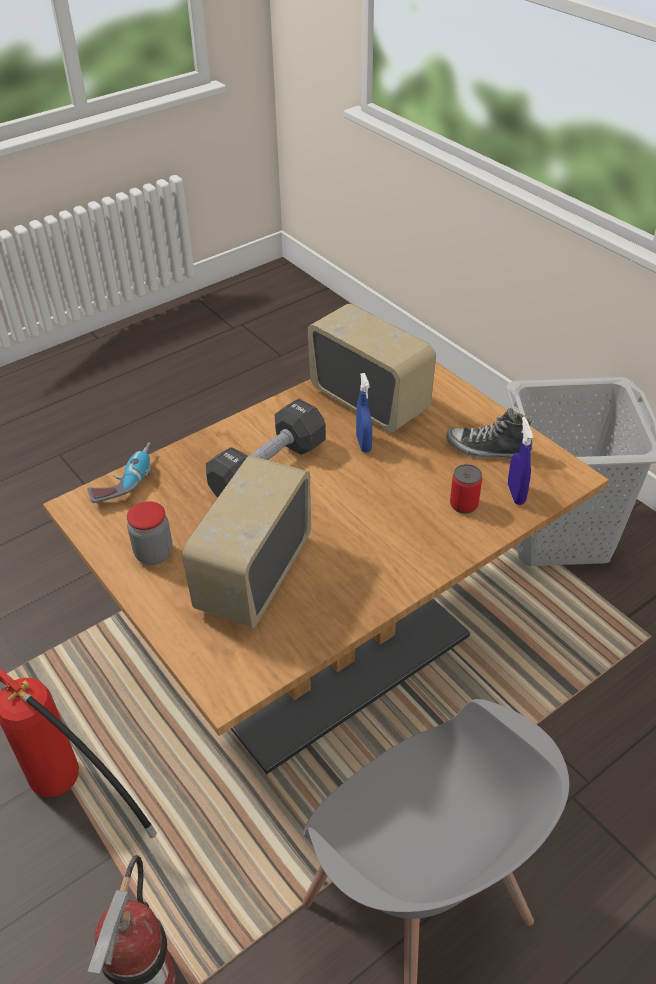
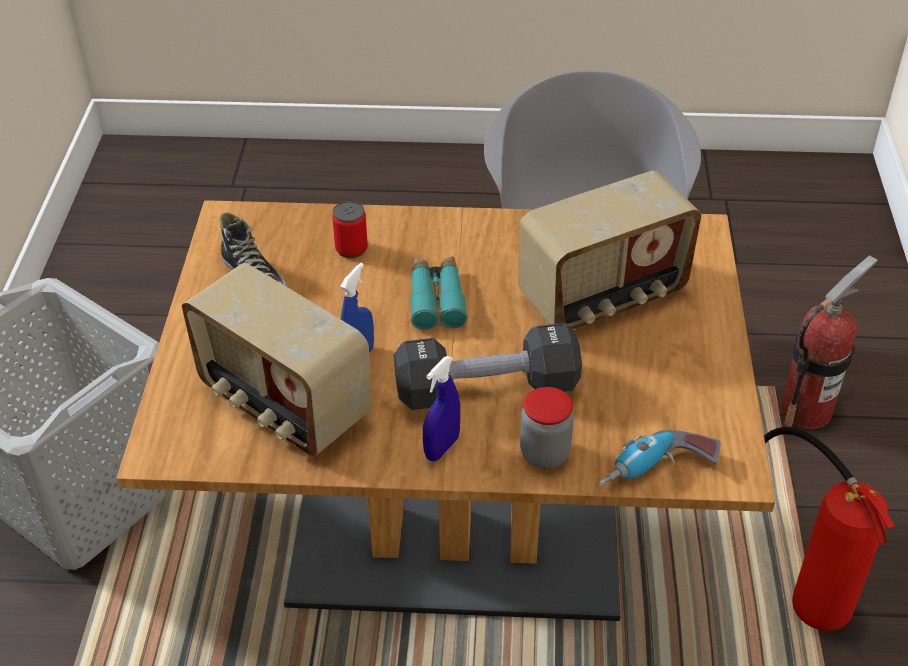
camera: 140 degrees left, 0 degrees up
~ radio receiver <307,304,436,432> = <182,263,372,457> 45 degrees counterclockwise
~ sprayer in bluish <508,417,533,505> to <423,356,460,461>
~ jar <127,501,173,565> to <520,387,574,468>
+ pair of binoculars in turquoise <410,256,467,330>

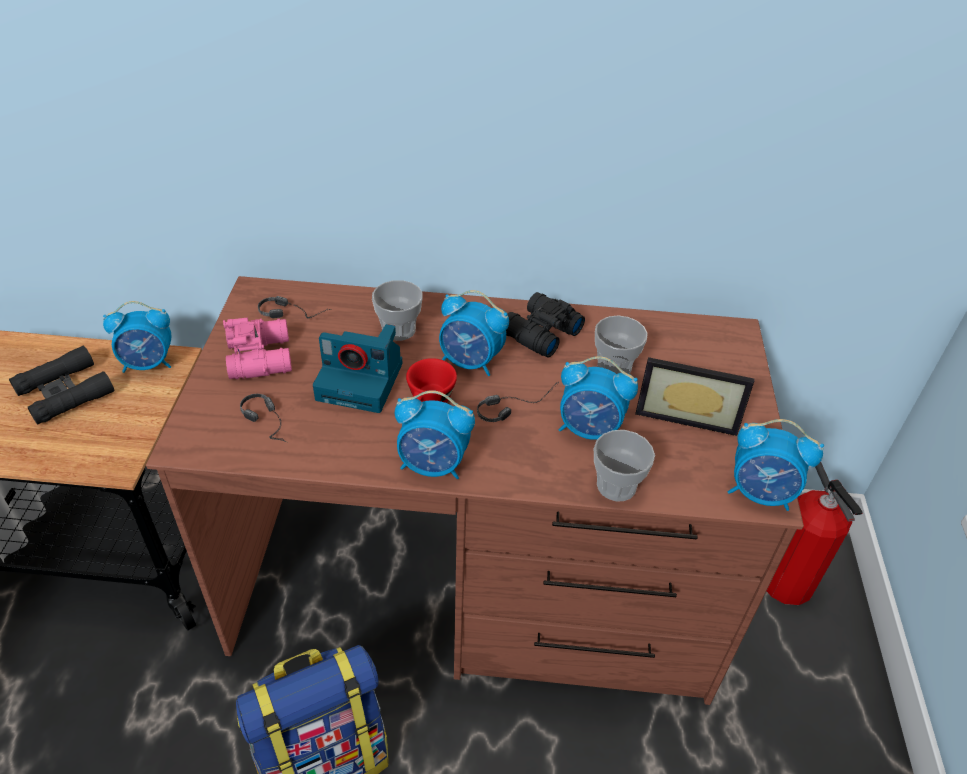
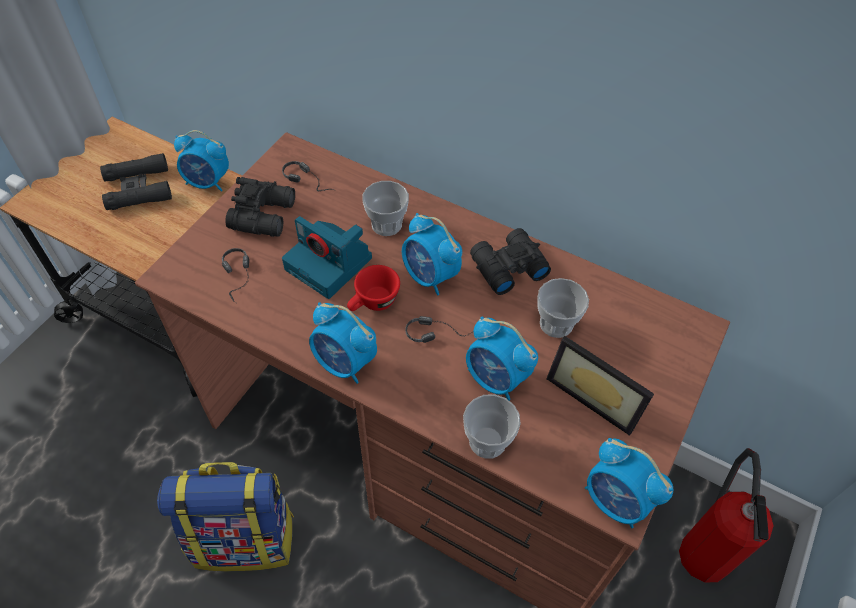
camera: 25 degrees right, 10 degrees up
~ pair of binoculars in pink <223,318,292,379> to pair of binoculars in blackish <225,177,295,237>

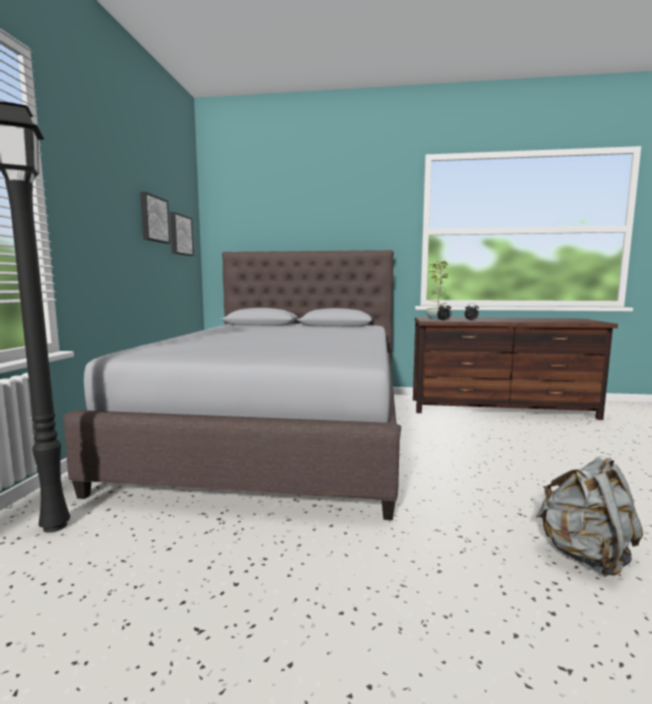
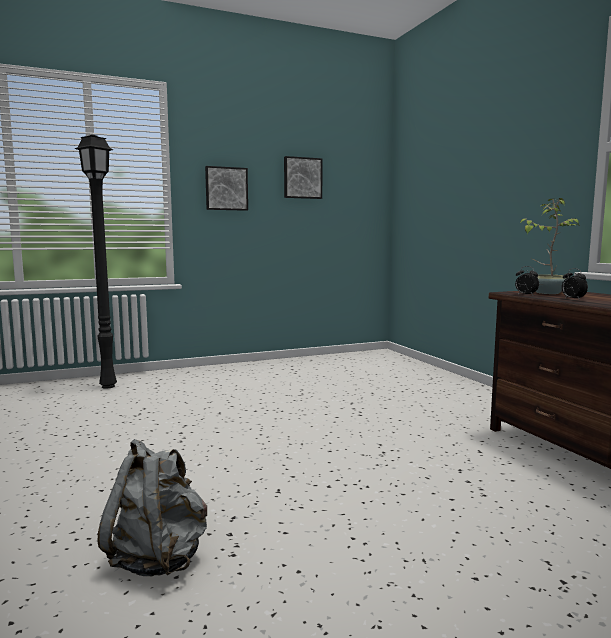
camera: 60 degrees right, 0 degrees up
~ wall art <170,212,194,256> to <205,166,248,211>
- bedroom bed in gray <63,250,401,520>

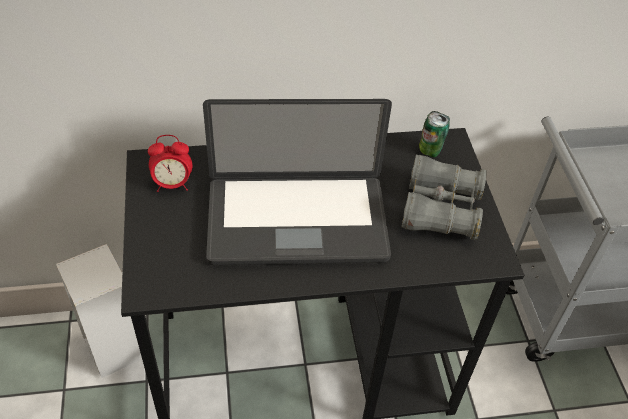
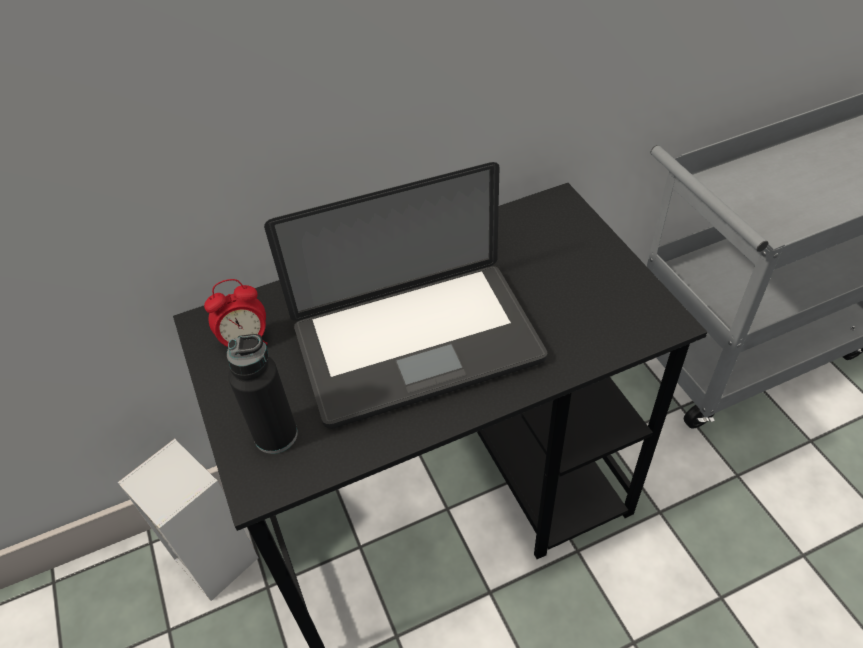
camera: 10 degrees left, 0 degrees up
- metal can <419,111,450,158>
- pair of binoculars in gray <402,154,487,240>
+ drink bottle in blackish <227,334,298,454>

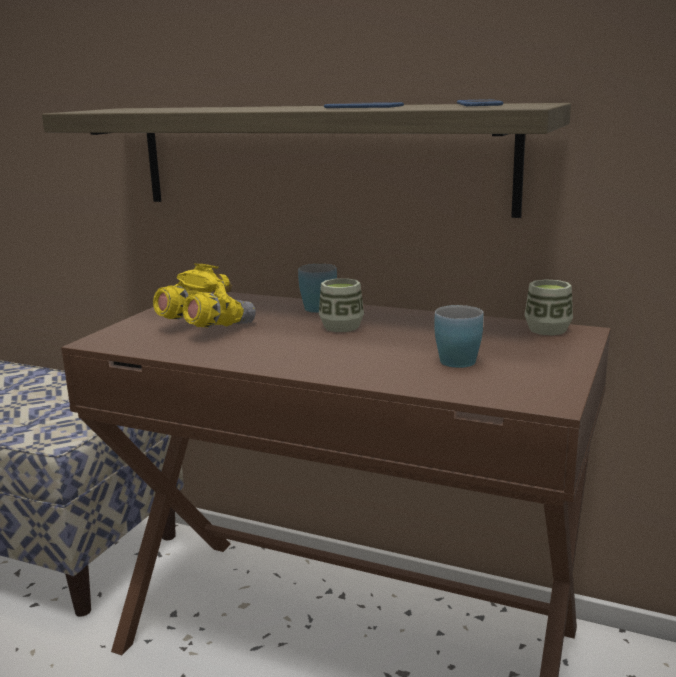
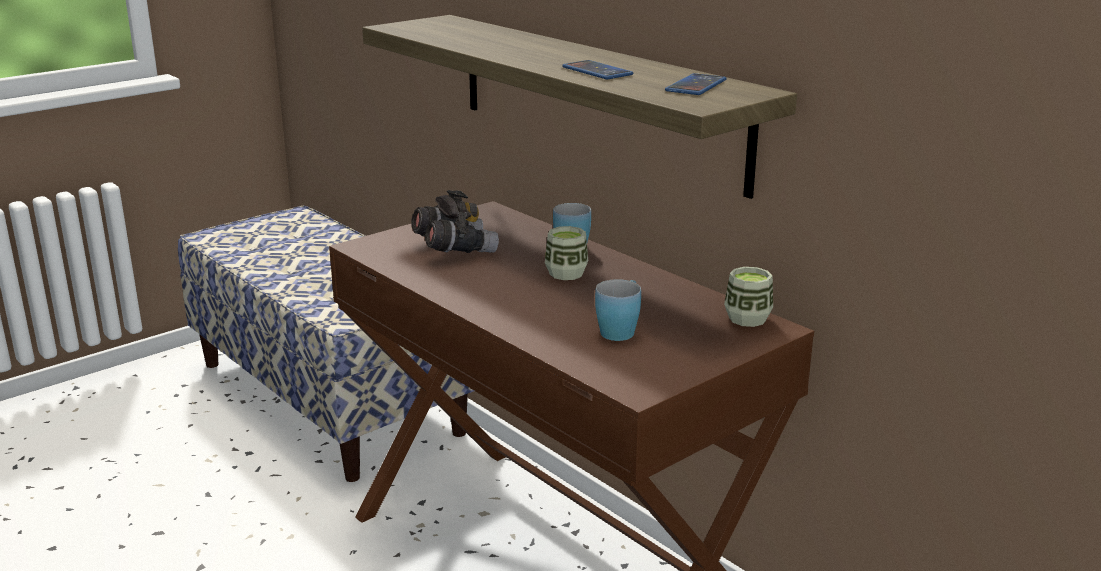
camera: 25 degrees right, 5 degrees up
~ pair of binoculars in yellow-coloured <153,263,256,328> to pair of binoculars in gray <411,190,499,253>

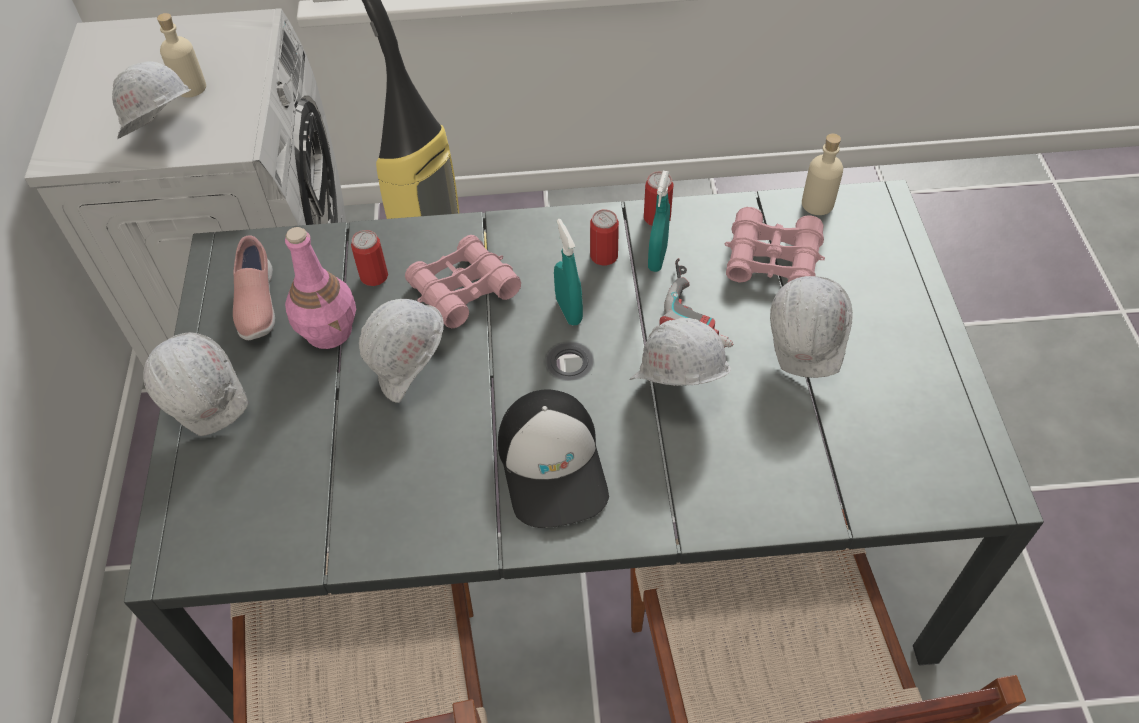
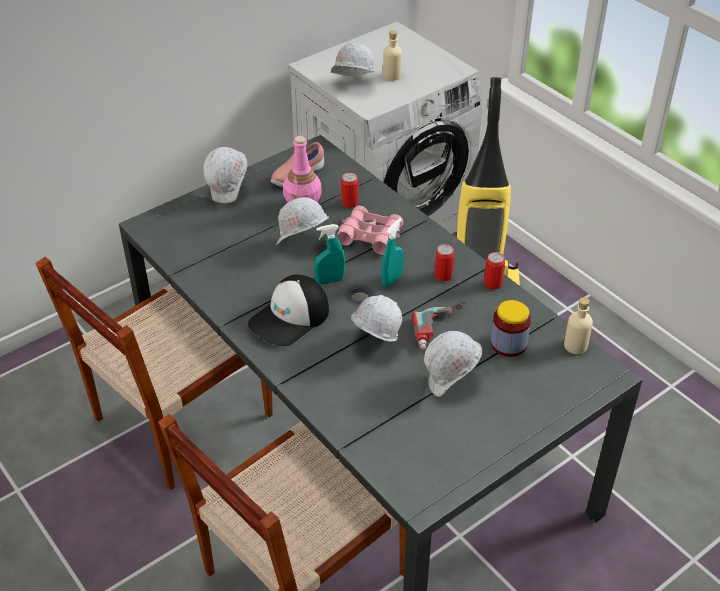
camera: 55 degrees right, 10 degrees down
~ sprayer in turquoise <648,171,670,272> to <314,224,345,285>
~ pair of binoculars in pink <725,207,825,283> to jar <491,300,531,357>

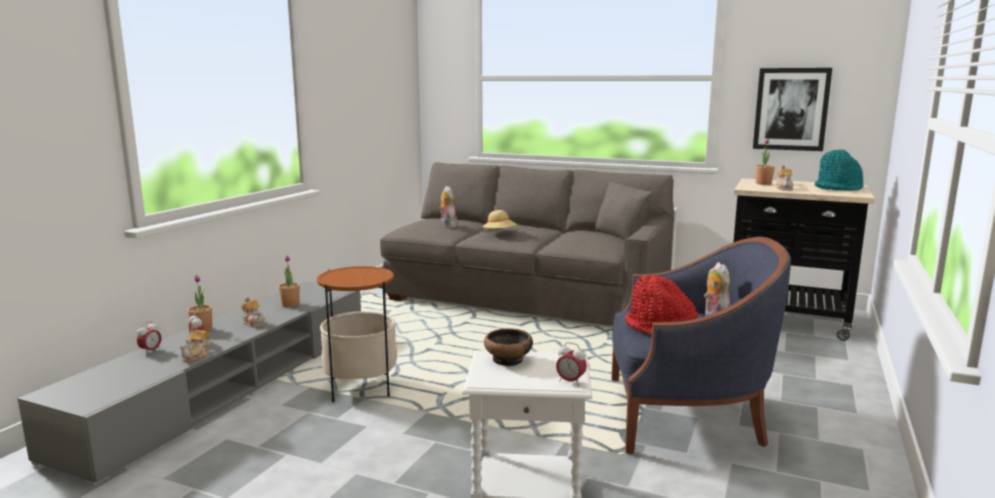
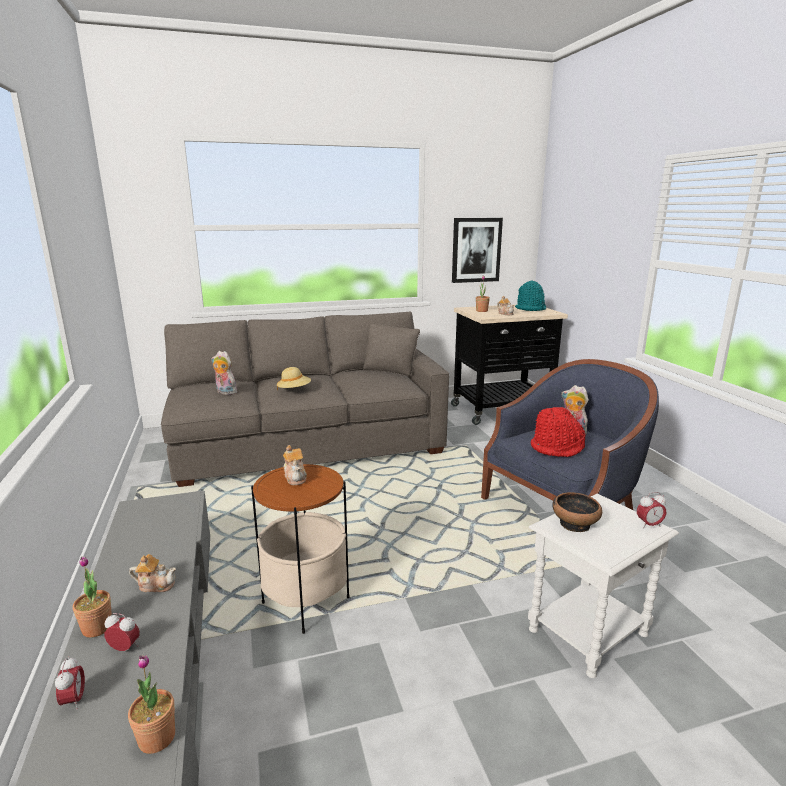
camera: 40 degrees left, 5 degrees up
~ houseplant <279,255,300,307> to <128,655,175,754>
~ teapot <179,325,211,362> to <283,445,307,485>

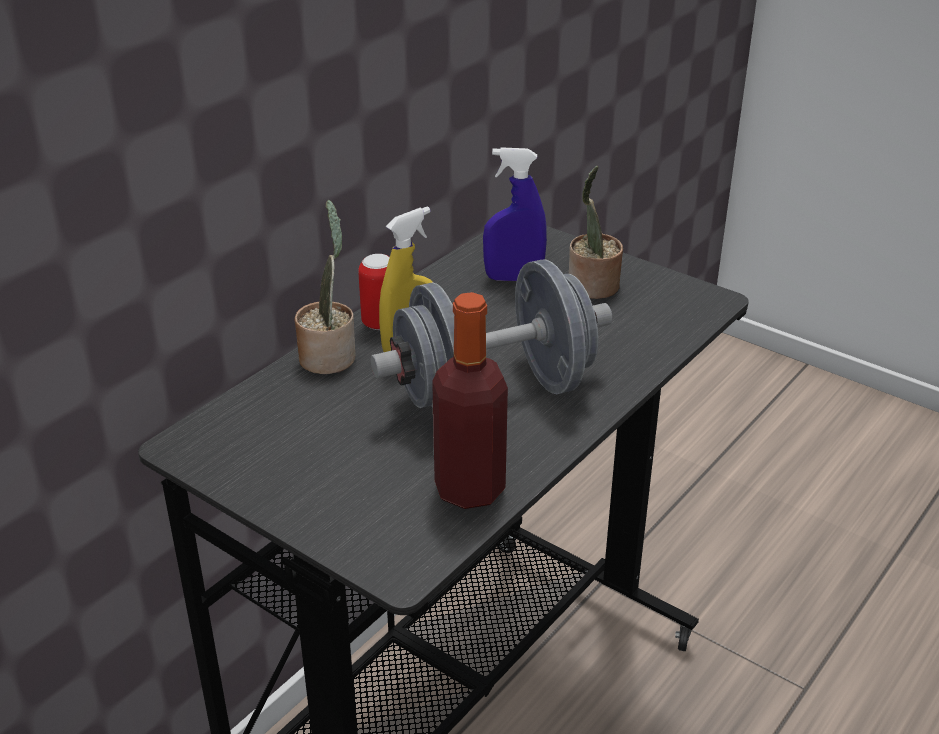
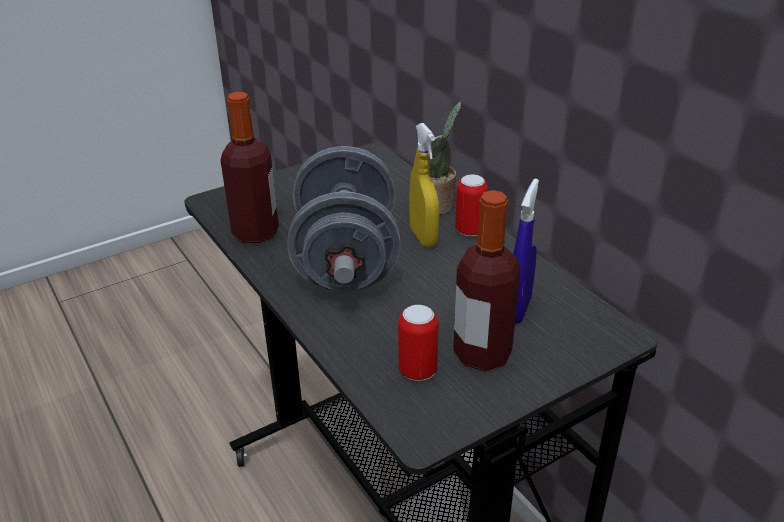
camera: 110 degrees right, 0 degrees up
~ houseplant <569,166,623,299> to drink bottle <453,190,521,371>
+ metal can <398,305,439,381>

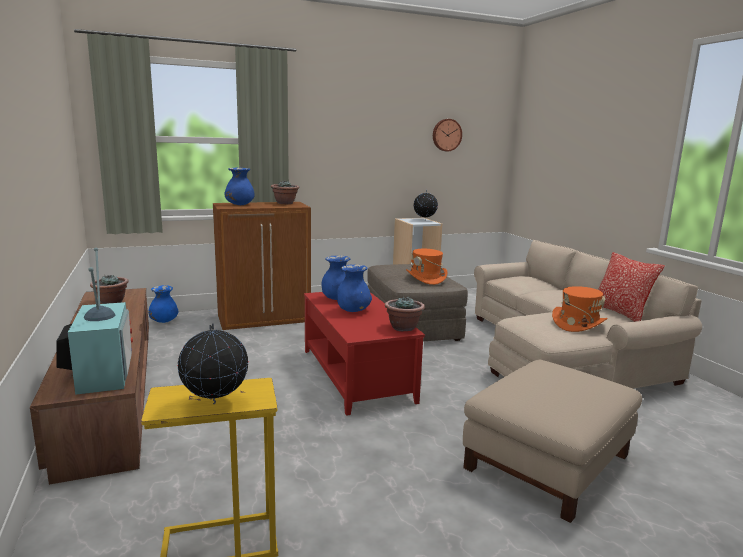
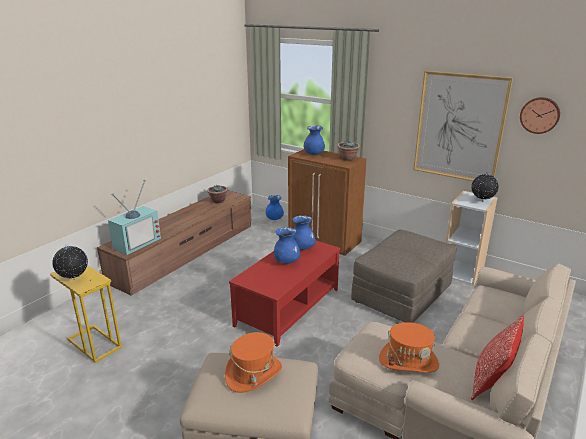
camera: 55 degrees right, 10 degrees up
~ wearable hat in orange-coloured <406,249,447,285> to <225,332,282,393>
- houseplant <385,296,425,332>
+ wall art <413,71,513,181>

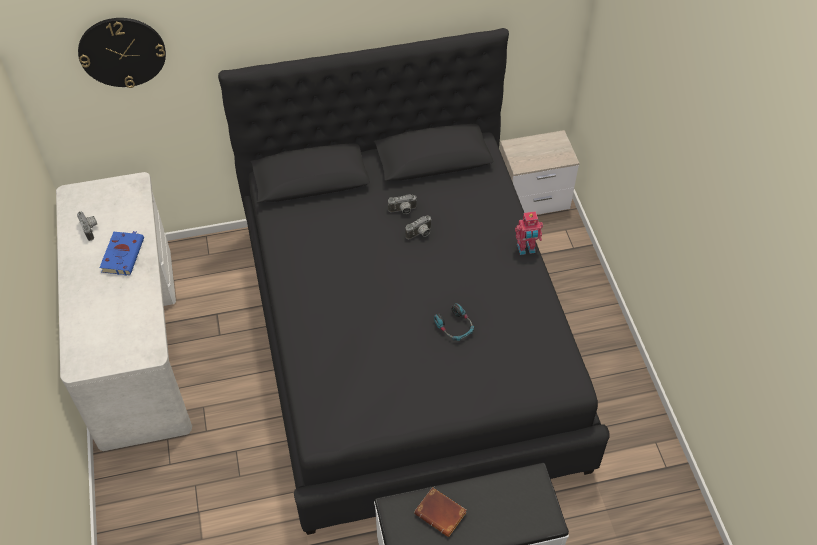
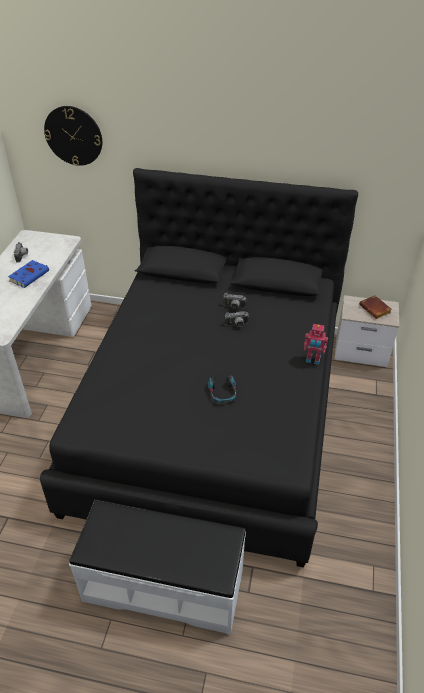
camera: 25 degrees right, 10 degrees down
~ book in brownish <414,487,467,537> to <359,295,391,319>

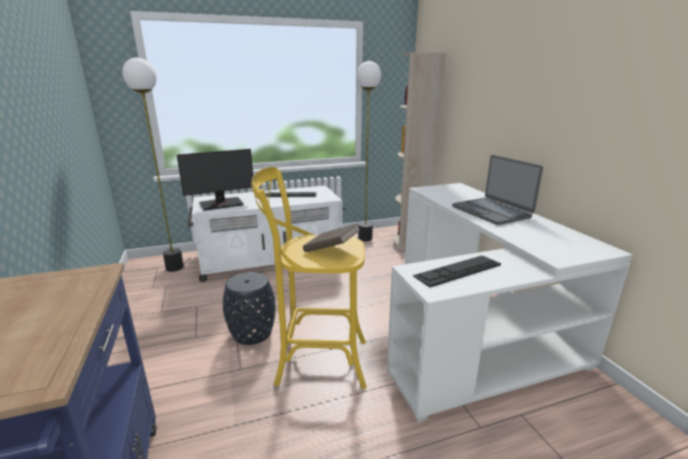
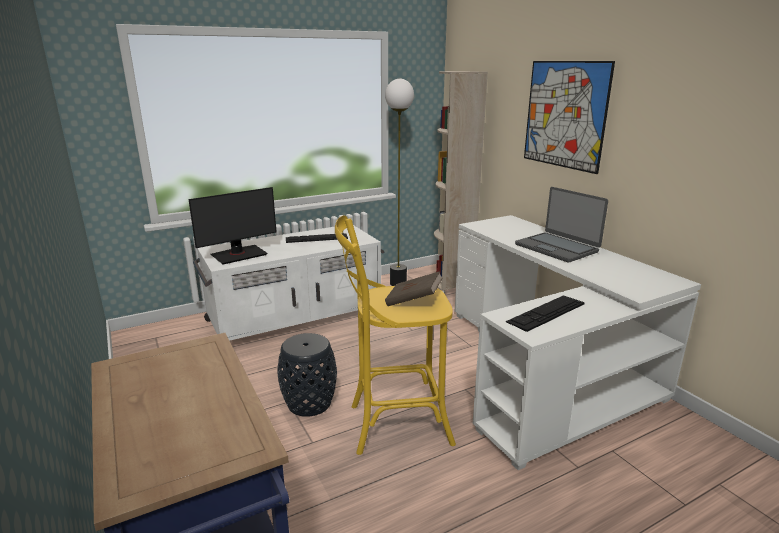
camera: 10 degrees left, 0 degrees up
- standing lamp <122,57,184,272>
+ wall art <524,61,615,174>

